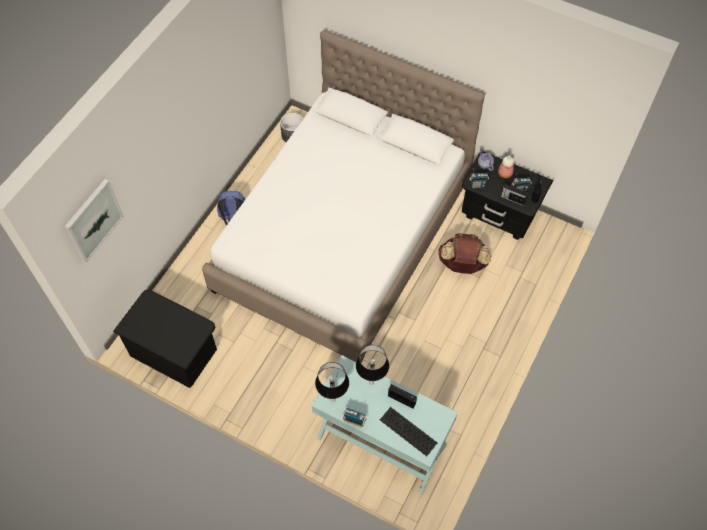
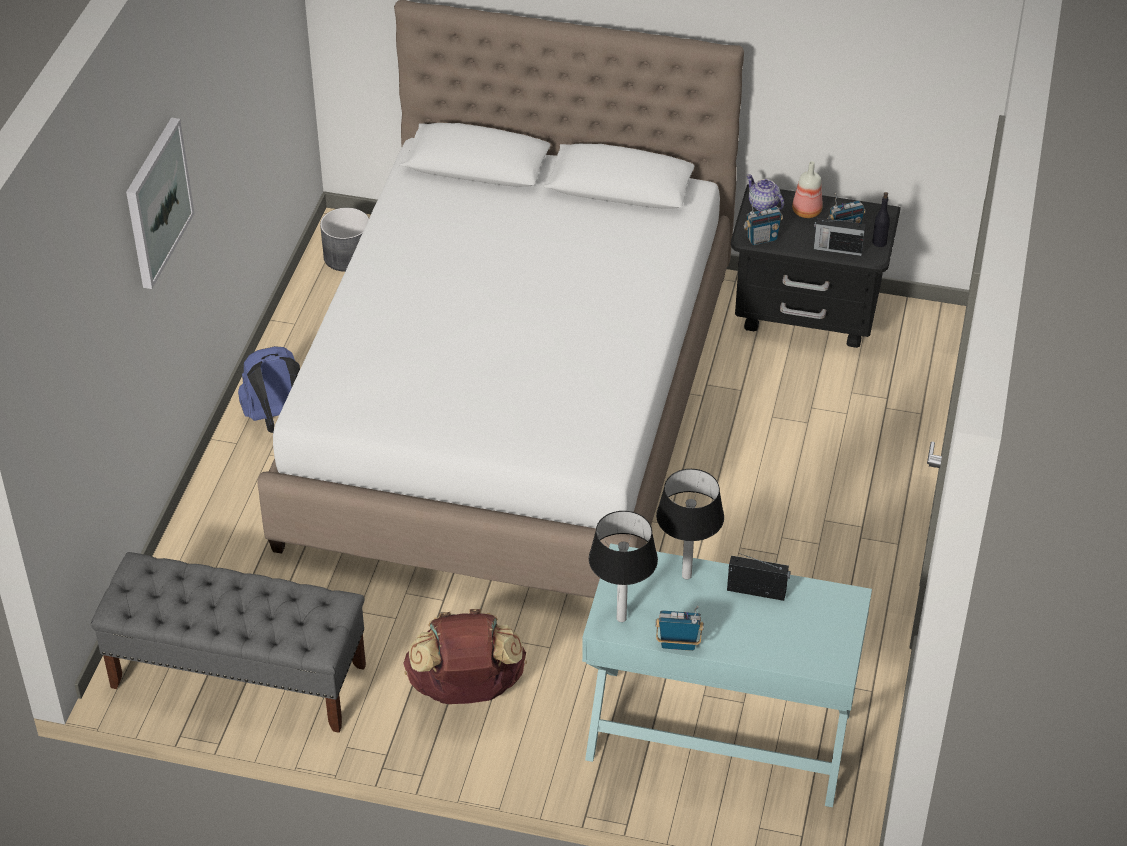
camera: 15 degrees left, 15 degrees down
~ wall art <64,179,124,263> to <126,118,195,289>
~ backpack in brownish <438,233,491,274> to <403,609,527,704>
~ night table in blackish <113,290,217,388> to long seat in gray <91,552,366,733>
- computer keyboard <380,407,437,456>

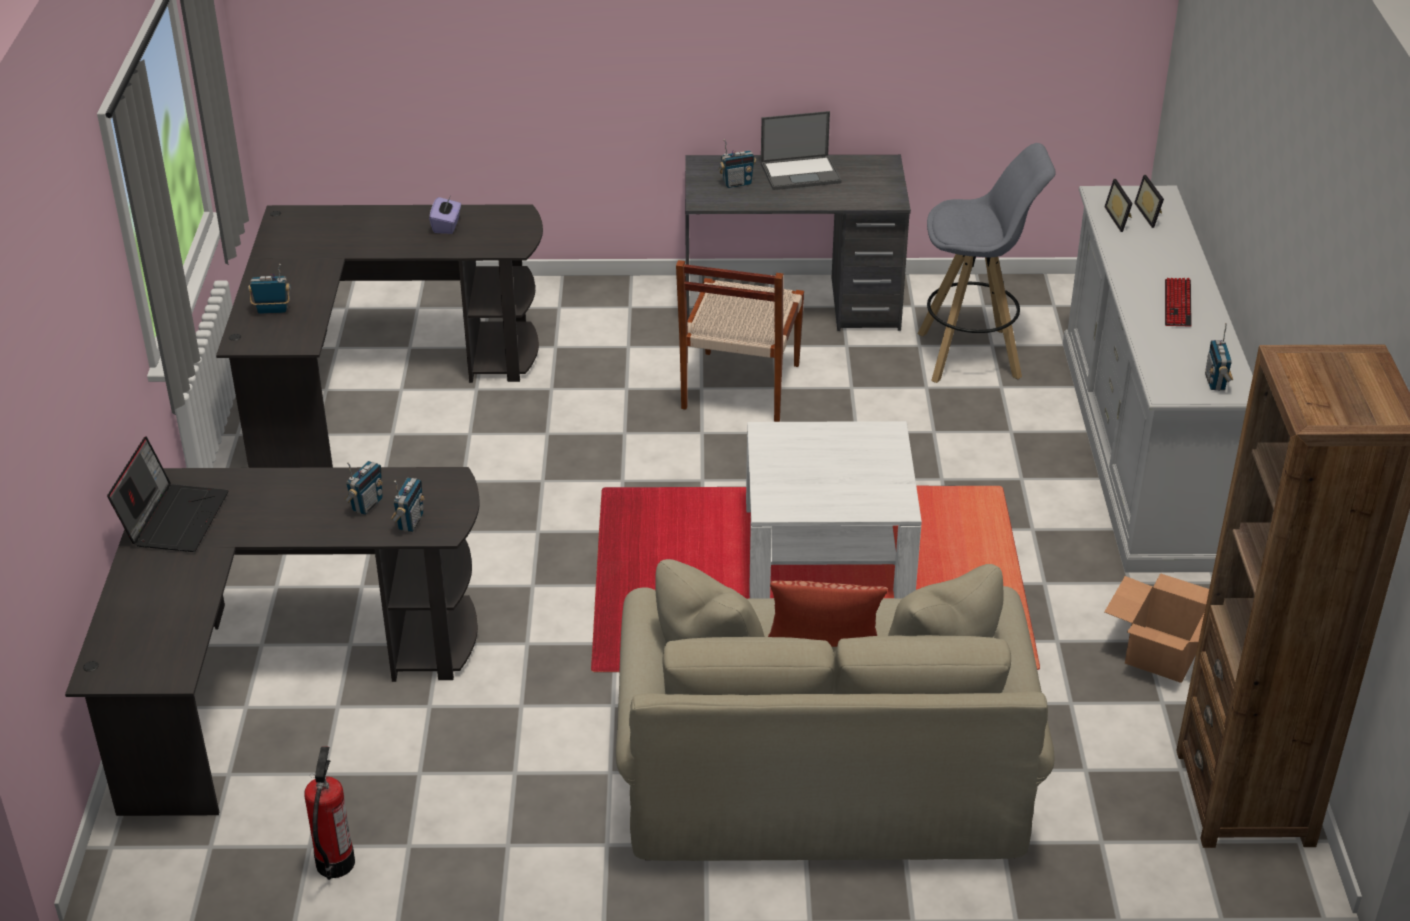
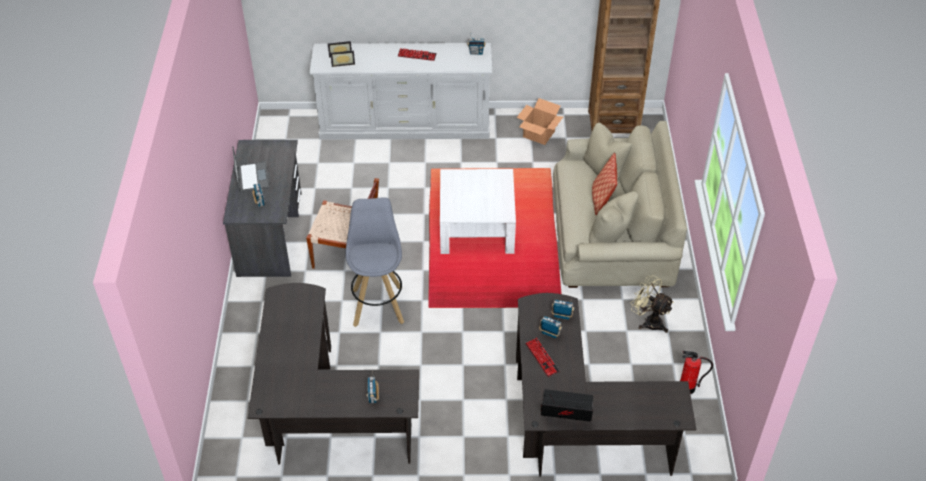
camera: 90 degrees left, 10 degrees up
~ stool seat in gray <918,143,1056,383> to <346,197,404,327>
- box of tissues in purplish <429,197,461,234>
+ fan in sand-coloured <631,275,674,333>
+ computer keyboard <525,338,560,377>

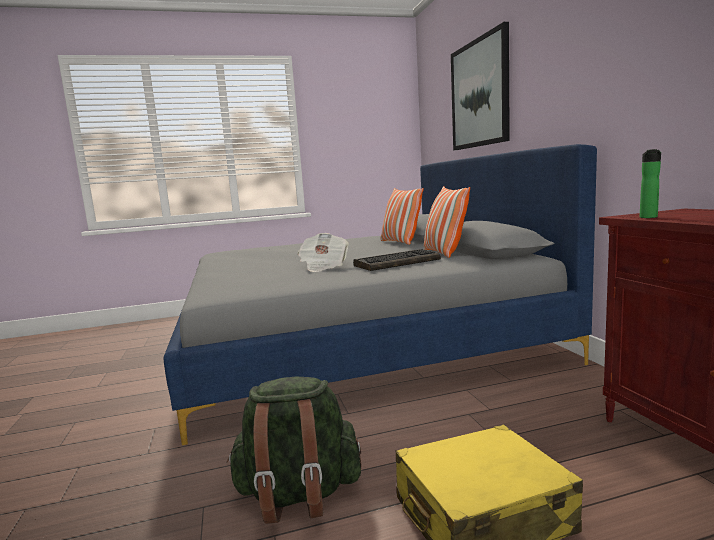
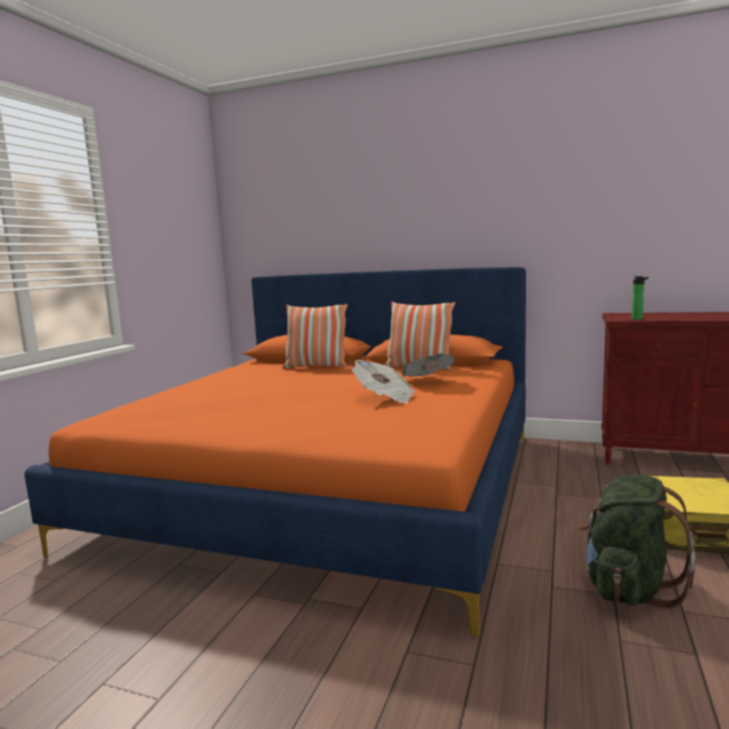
camera: 55 degrees left, 0 degrees up
- wall art <451,22,510,150>
~ bedroom bed in gray <164,144,597,445> to bedroom bed in orange-coloured <24,267,526,637>
~ computer keyboard <353,249,441,271> to daily paper <402,353,455,377>

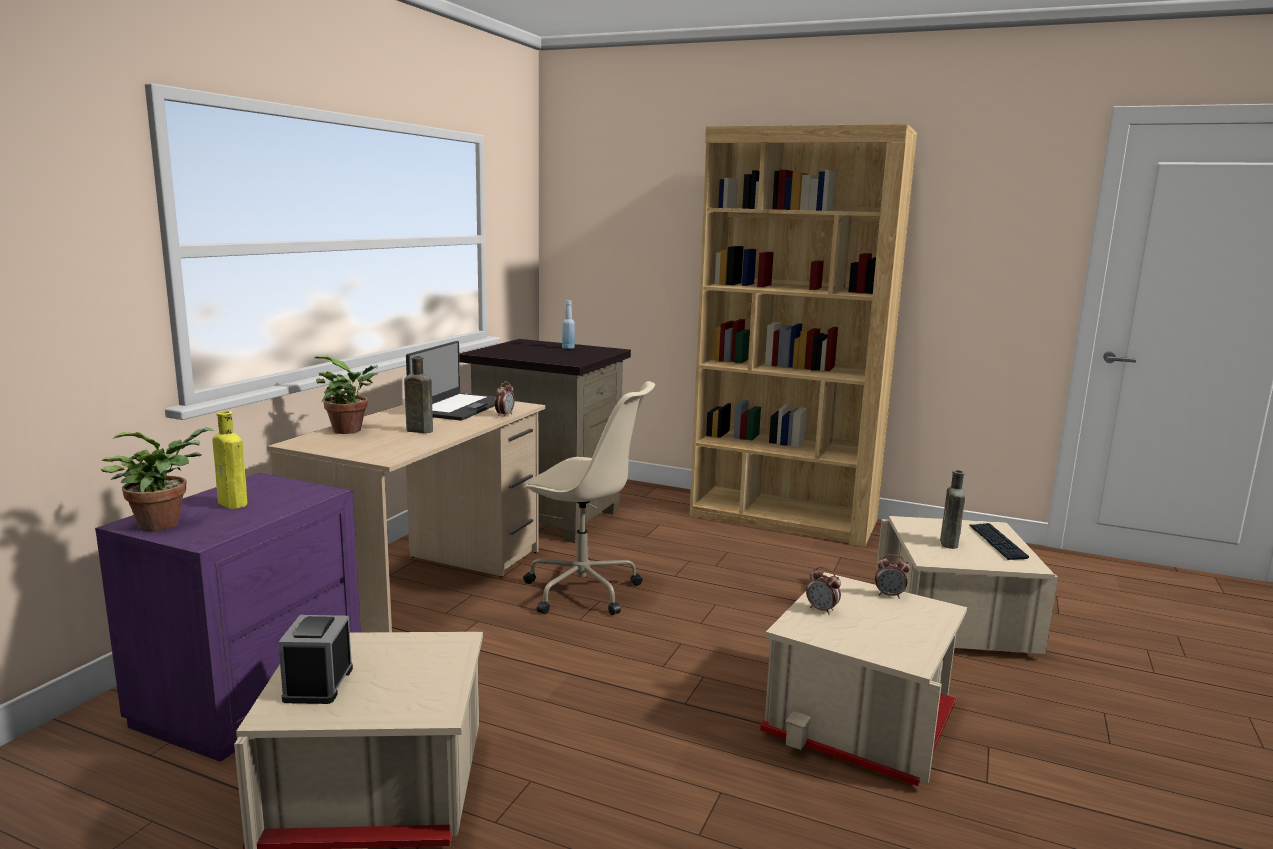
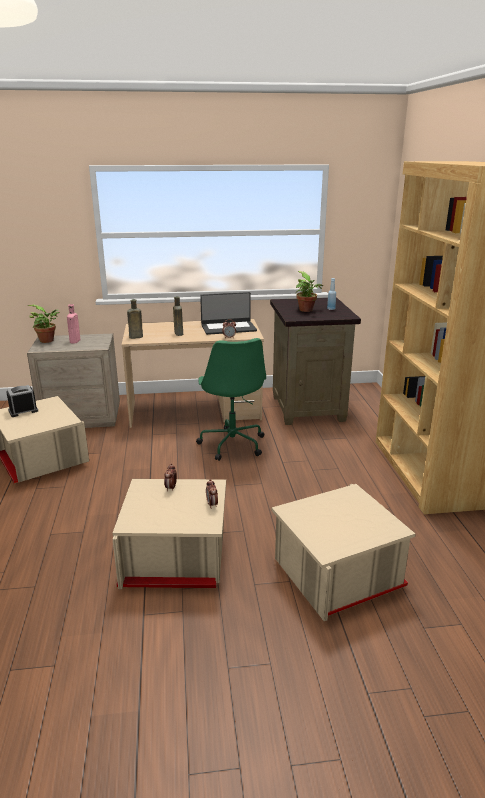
camera: 60 degrees right, 10 degrees up
~ houseplant <315,356,378,434> to <296,271,324,312>
~ computer chair in sand-coloured <523,381,655,615> to computer chair in greenish <196,338,266,461>
~ drink bottle in yellow-coloured <212,411,247,509> to drink bottle in pink <67,304,80,344>
~ drink bottle in brownish <940,470,965,549> to <127,299,143,339>
~ night table in purplish <95,473,361,762> to night table in sand-coloured <27,334,120,428>
- computer keyboard <969,523,1029,560>

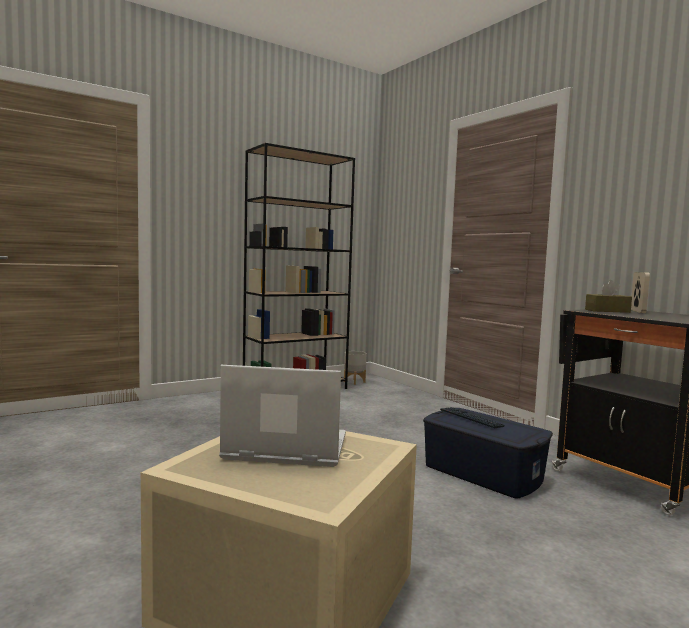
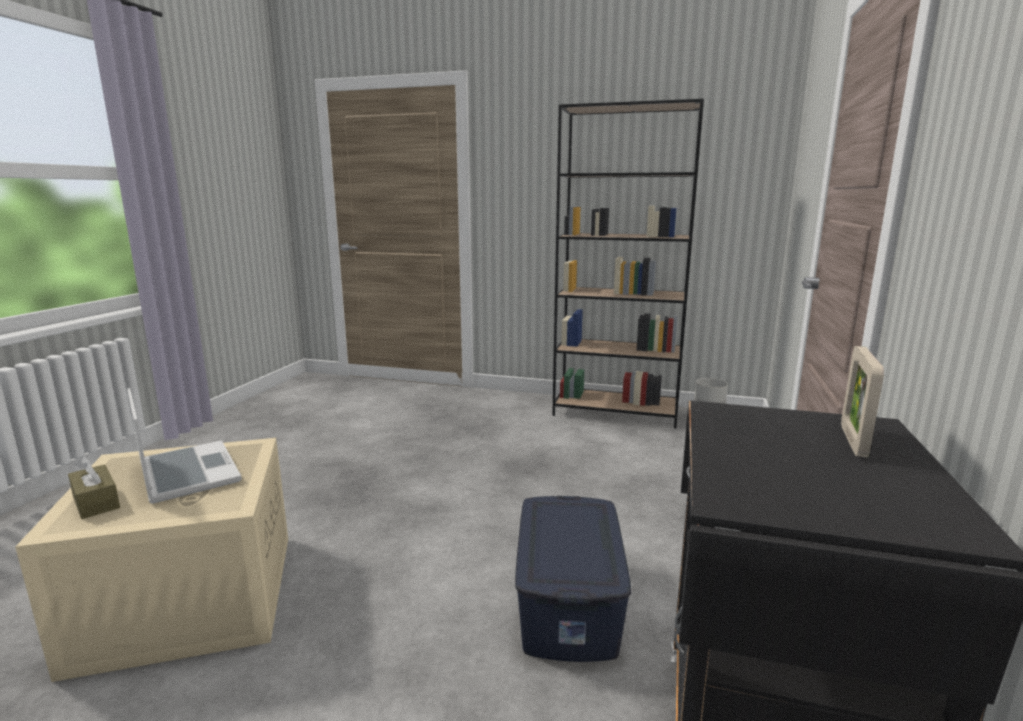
camera: 50 degrees right, 10 degrees up
~ standing frame <631,272,650,313> = <841,346,884,457> 135 degrees clockwise
~ box of tissues in brownish <585,280,632,313> to <68,456,120,519>
- computer keyboard <440,407,505,428>

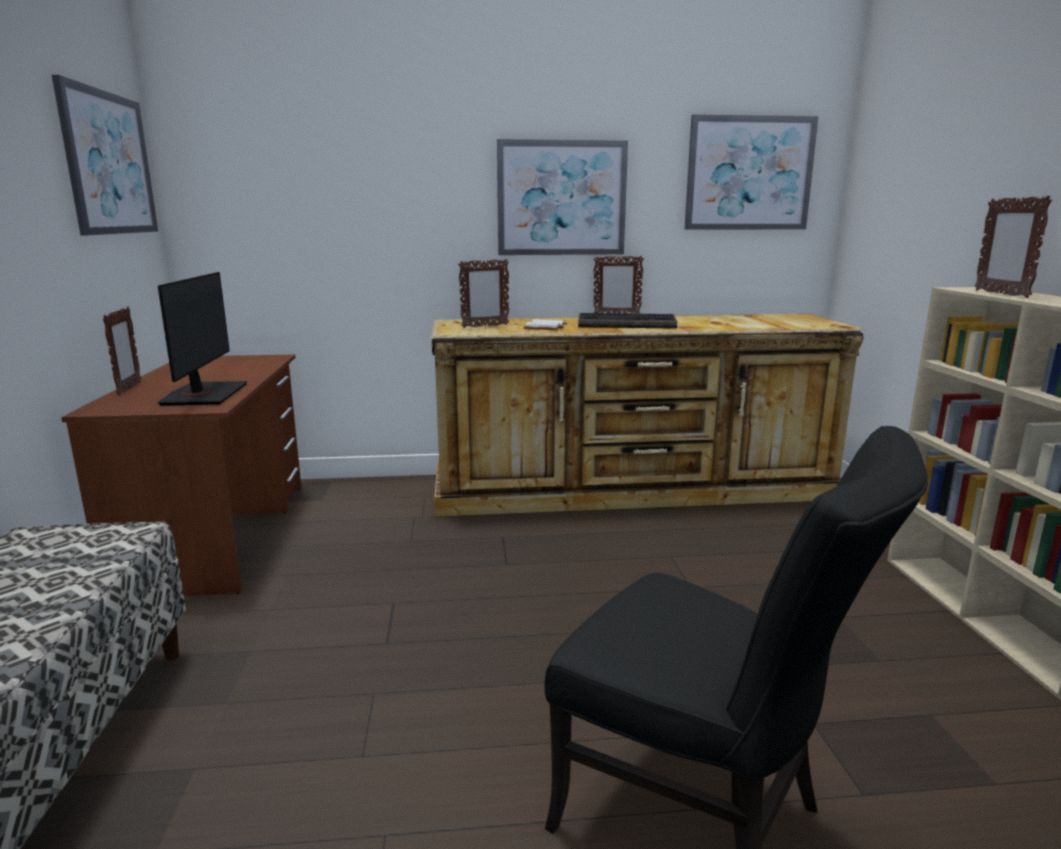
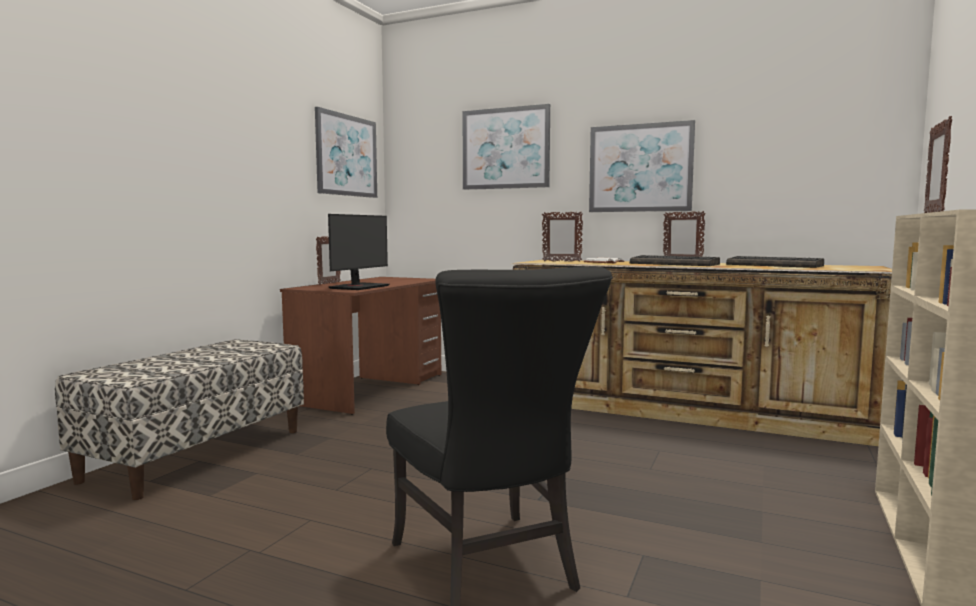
camera: 30 degrees right, 10 degrees down
~ wall art <684,114,819,230> to <463,104,550,190>
+ computer keyboard <726,256,824,268>

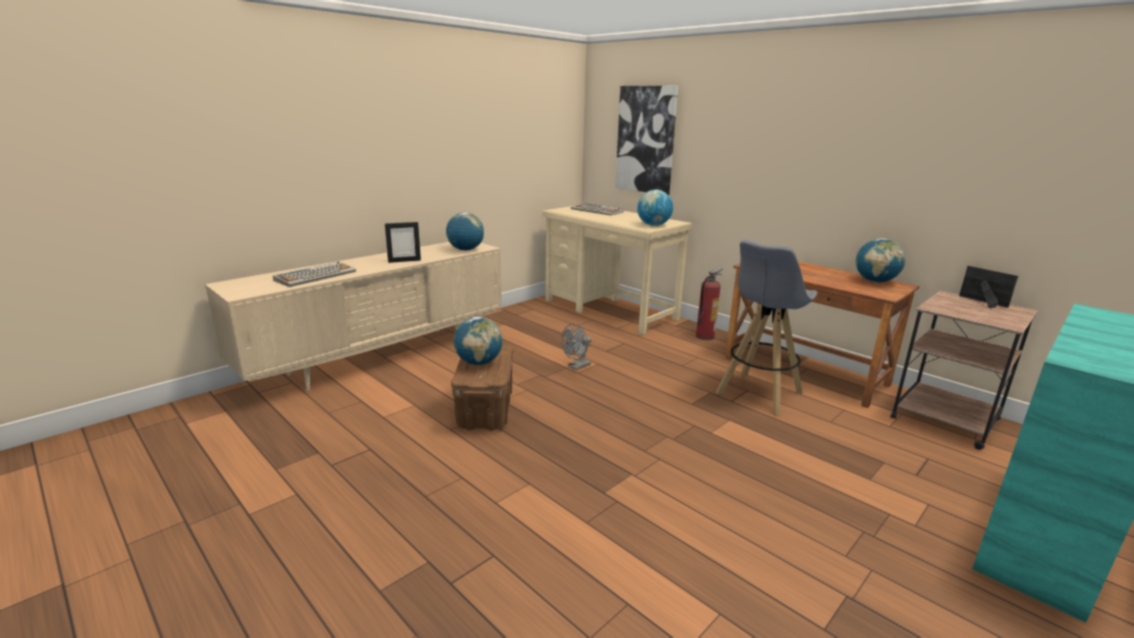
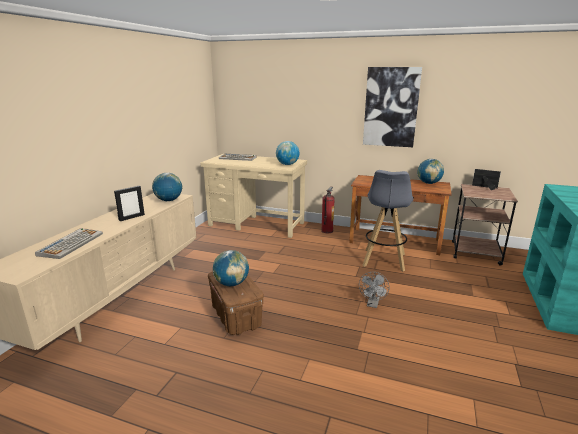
camera: 25 degrees left, 0 degrees up
~ wall art <615,86,678,195> to <363,67,422,147>
~ fan in gray <561,324,592,370> to <359,272,389,308>

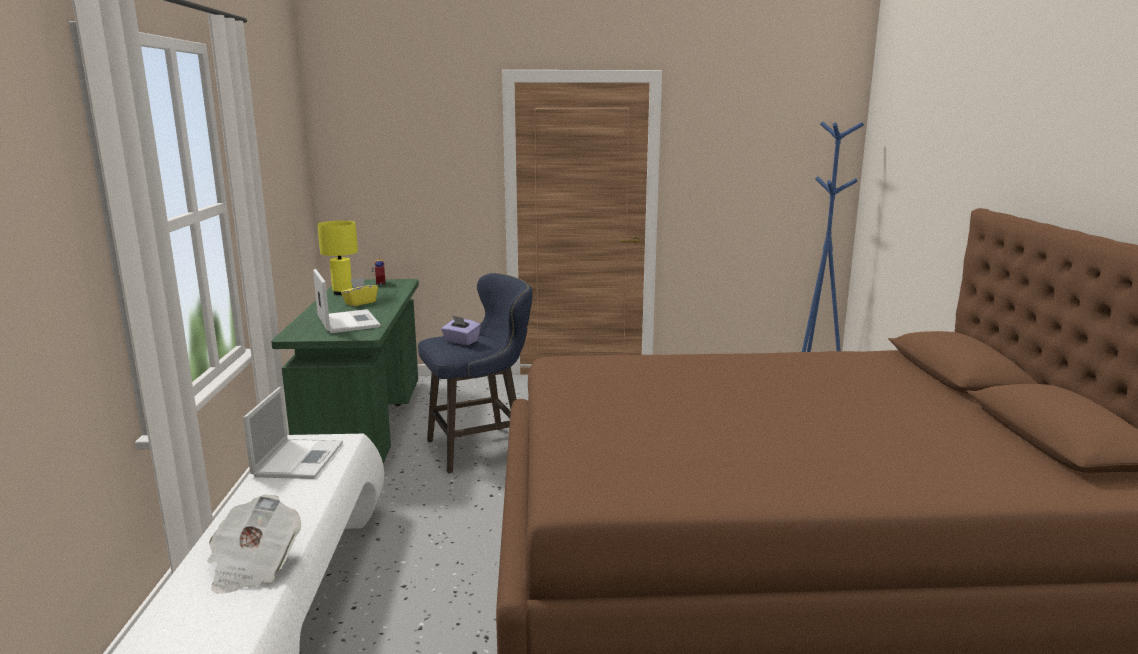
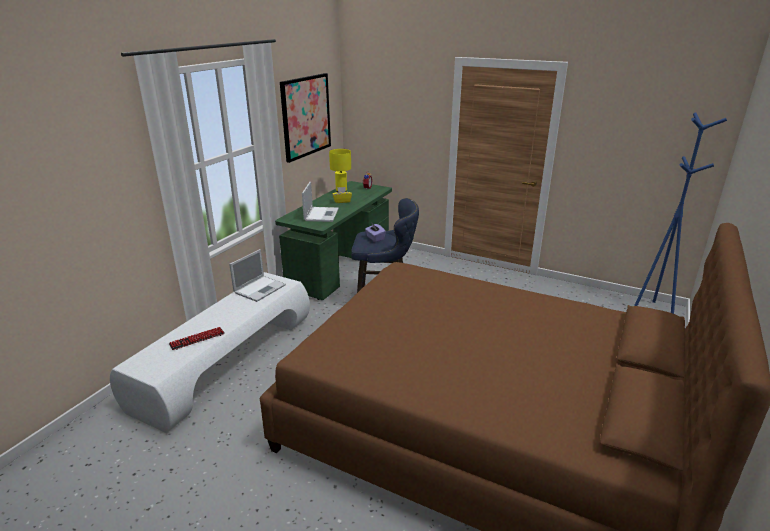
camera: 30 degrees right, 10 degrees up
~ daily paper <207,495,301,594> to computer keyboard <169,327,225,350>
+ wall art <280,73,331,163>

